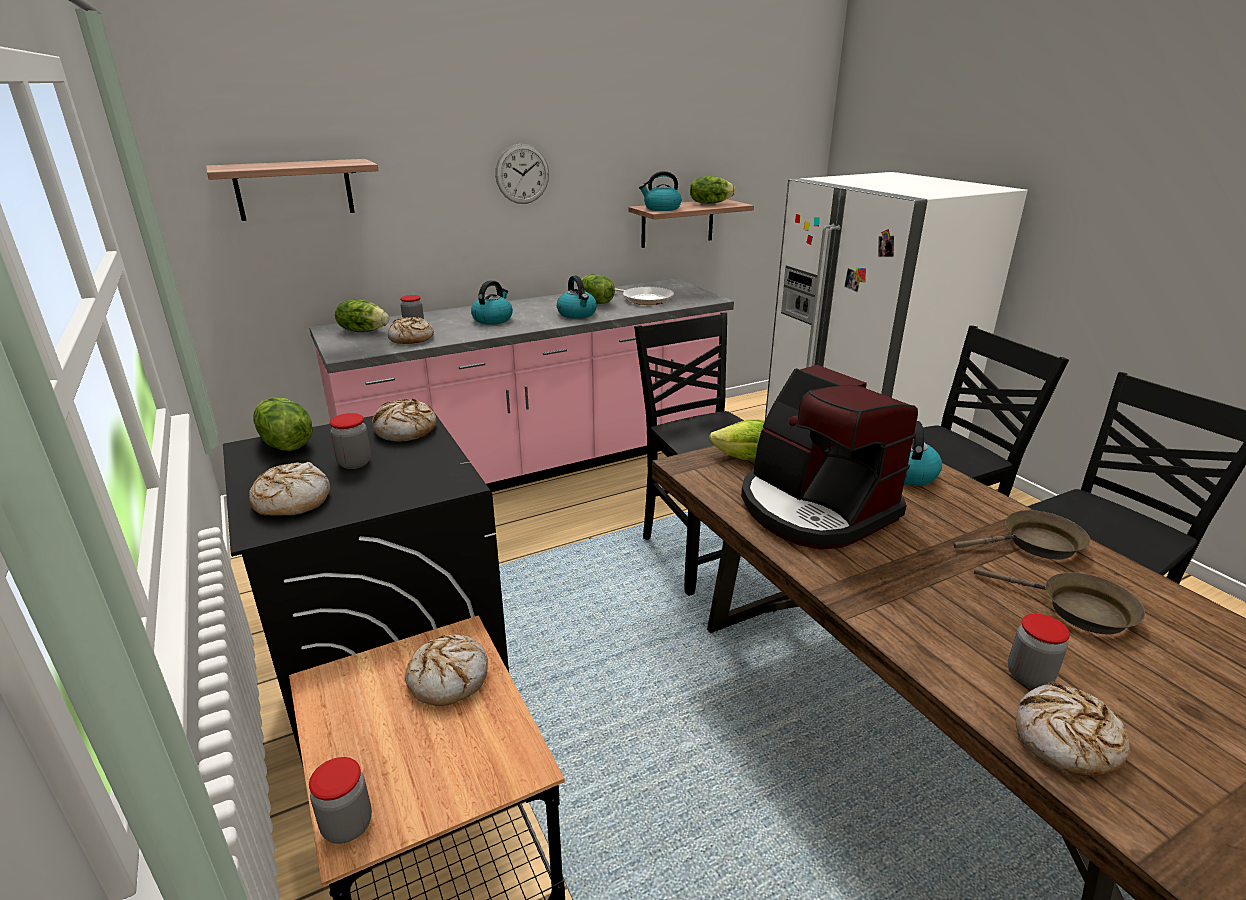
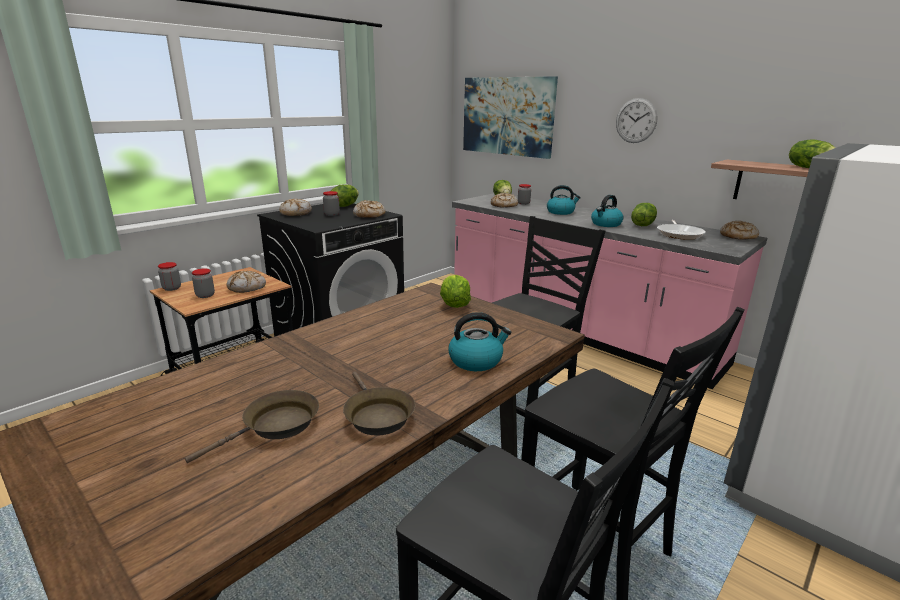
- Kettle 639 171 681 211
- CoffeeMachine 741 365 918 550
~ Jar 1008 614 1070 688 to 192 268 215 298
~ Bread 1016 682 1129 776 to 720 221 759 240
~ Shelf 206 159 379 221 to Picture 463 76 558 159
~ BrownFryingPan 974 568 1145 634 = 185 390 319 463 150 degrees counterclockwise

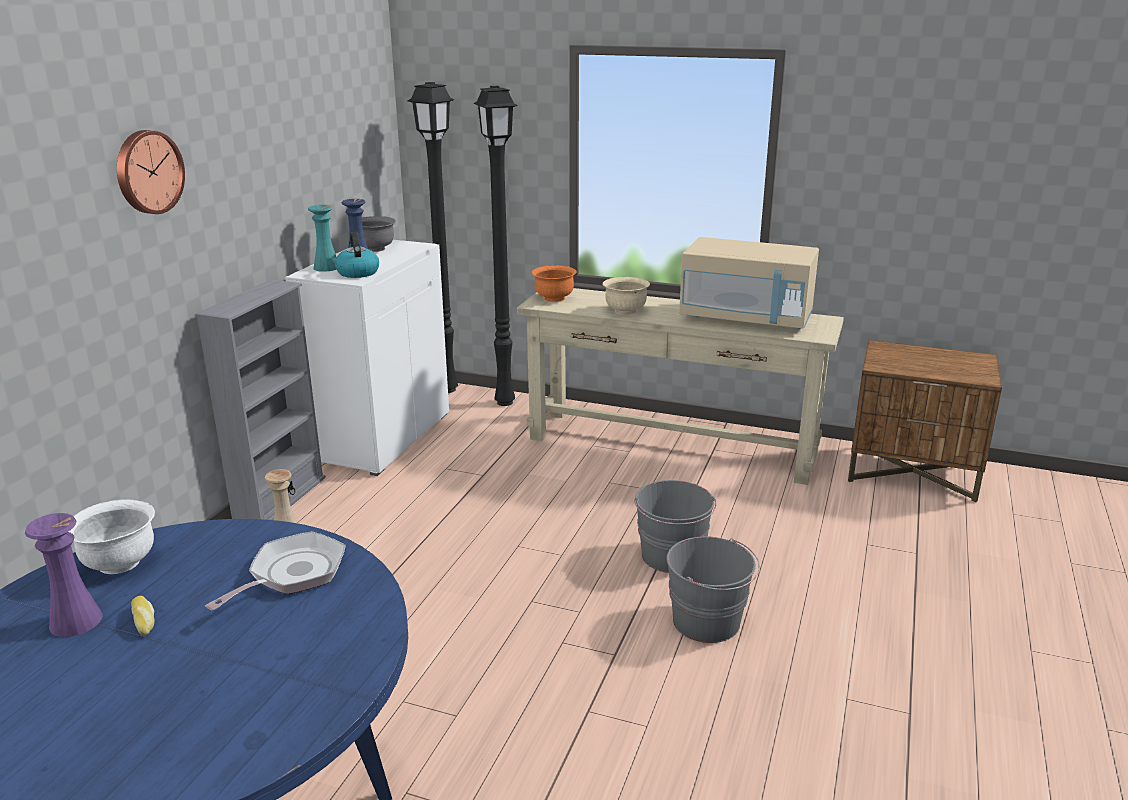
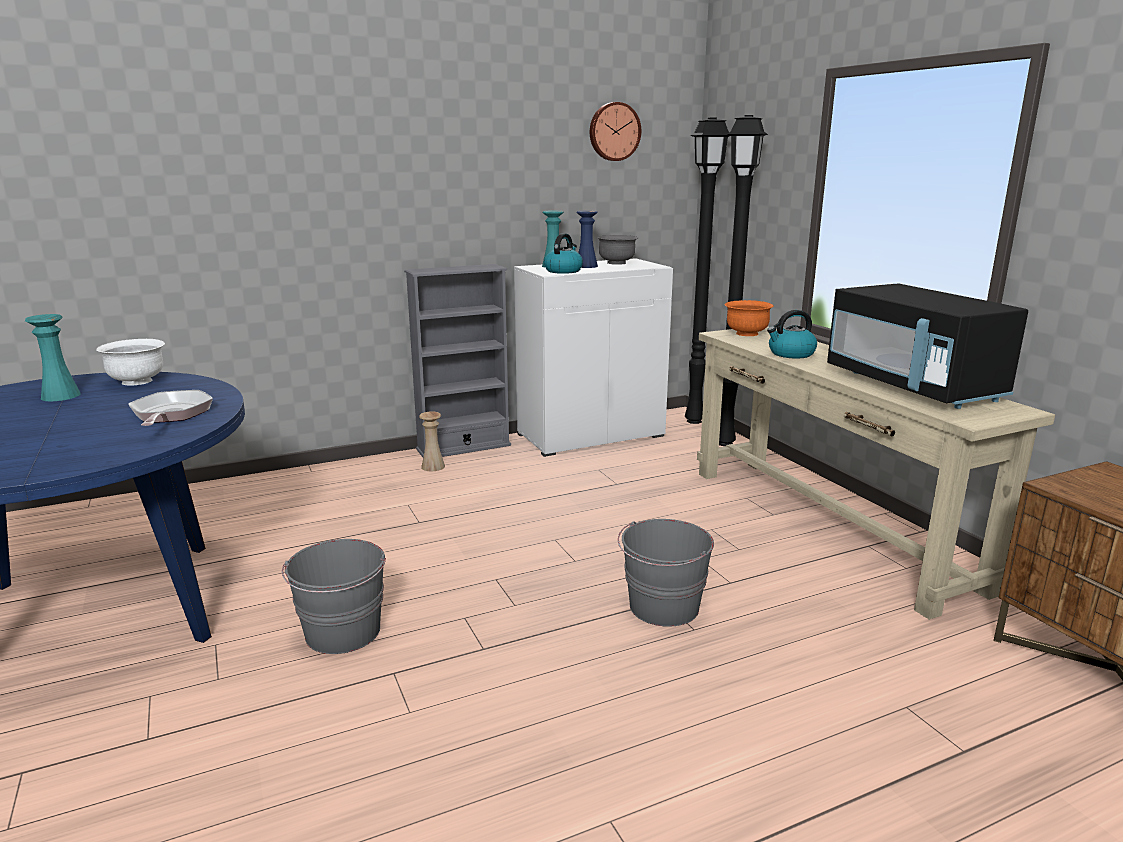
- Bread 131 596 155 636
~ WallClock 117 130 185 214 to 590 102 641 161
~ GreyBucket 666 536 760 643 to 282 539 386 654
~ BeigeBowl 602 277 650 315 to Kettle 767 310 817 359
~ PurpleVase 25 513 103 637 to TurquoiseVase 25 314 81 401
~ BeigeMicrowave 679 237 819 330 to BlackMicrowave 827 283 1028 409
~ FryingPan 205 531 346 610 = 128 390 213 426 90 degrees counterclockwise

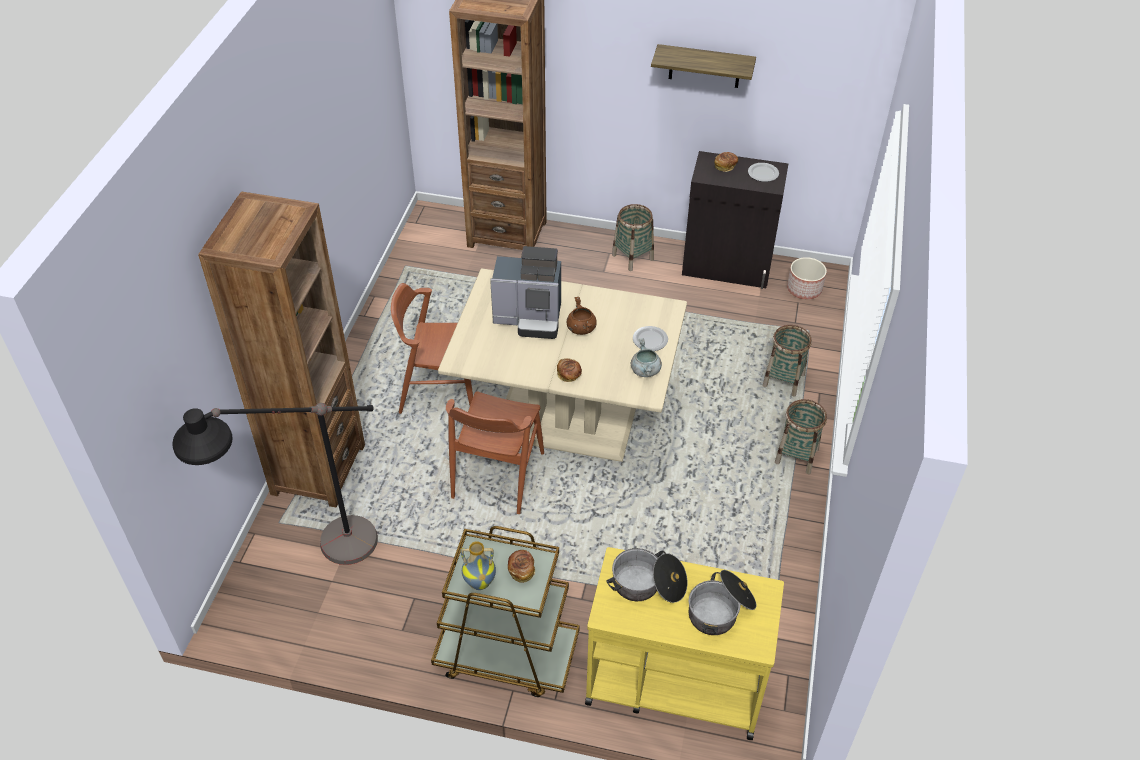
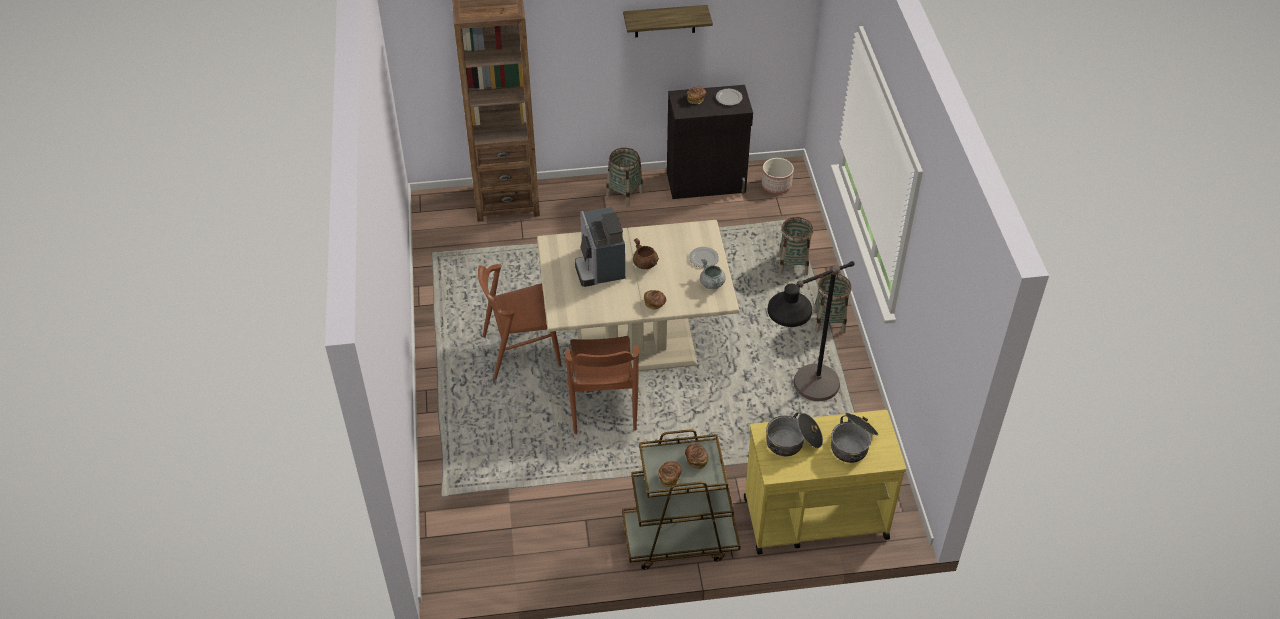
- BrownBookcase 198 191 365 508
~ BlackFloorLamp 172 403 378 565 to 768 261 855 401
~ Vase 460 541 496 590 to Bread 658 461 681 487
~ CoffeeMachine 490 246 561 339 = 575 207 625 287 90 degrees clockwise

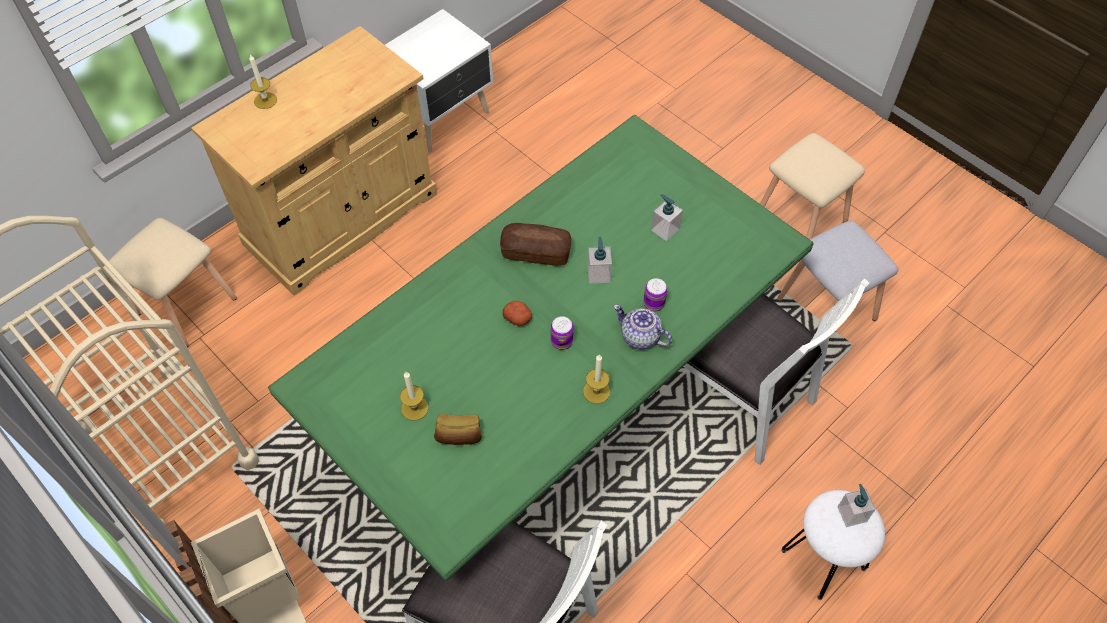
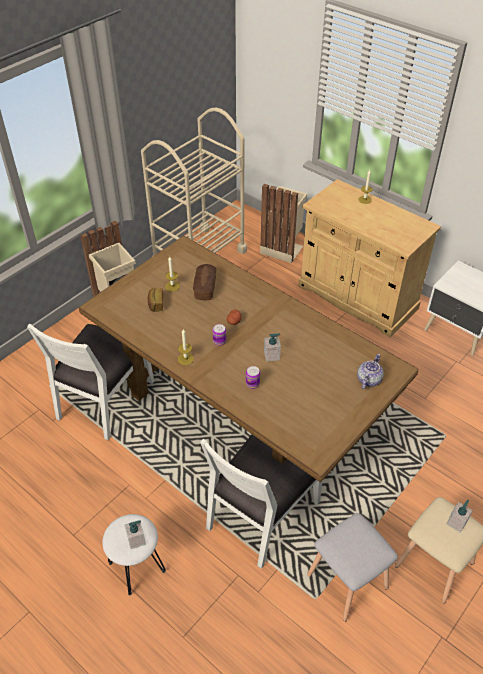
~ Bread 500 223 571 266 to 193 264 216 300
~ Teapot 613 304 672 350 to 357 354 384 389
~ SoapDispenser 651 194 683 241 to 447 500 473 533
~ BeigeStool 109 218 237 347 to BeigeTrashCan 260 184 307 263
~ GreenDiningTable 268 115 814 581 to BrownDiningTable 79 236 419 482

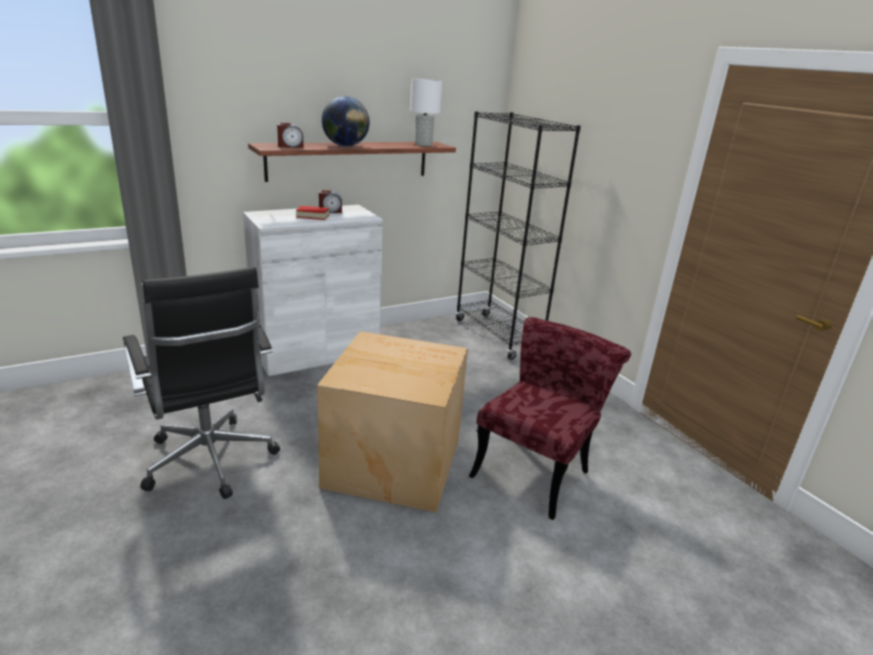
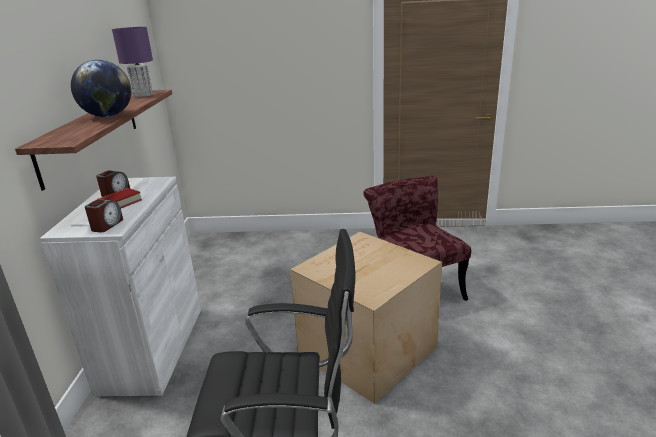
- BlackBookcase 456 111 581 360
~ AlarmClock 277 123 304 148 to 85 199 123 232
~ WhiteTableLamp 410 78 443 146 to PurpleTableLamp 112 27 153 97

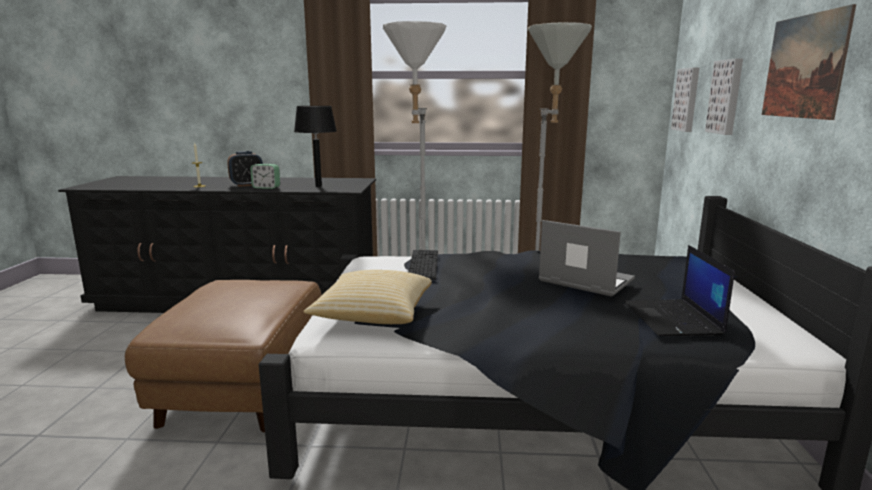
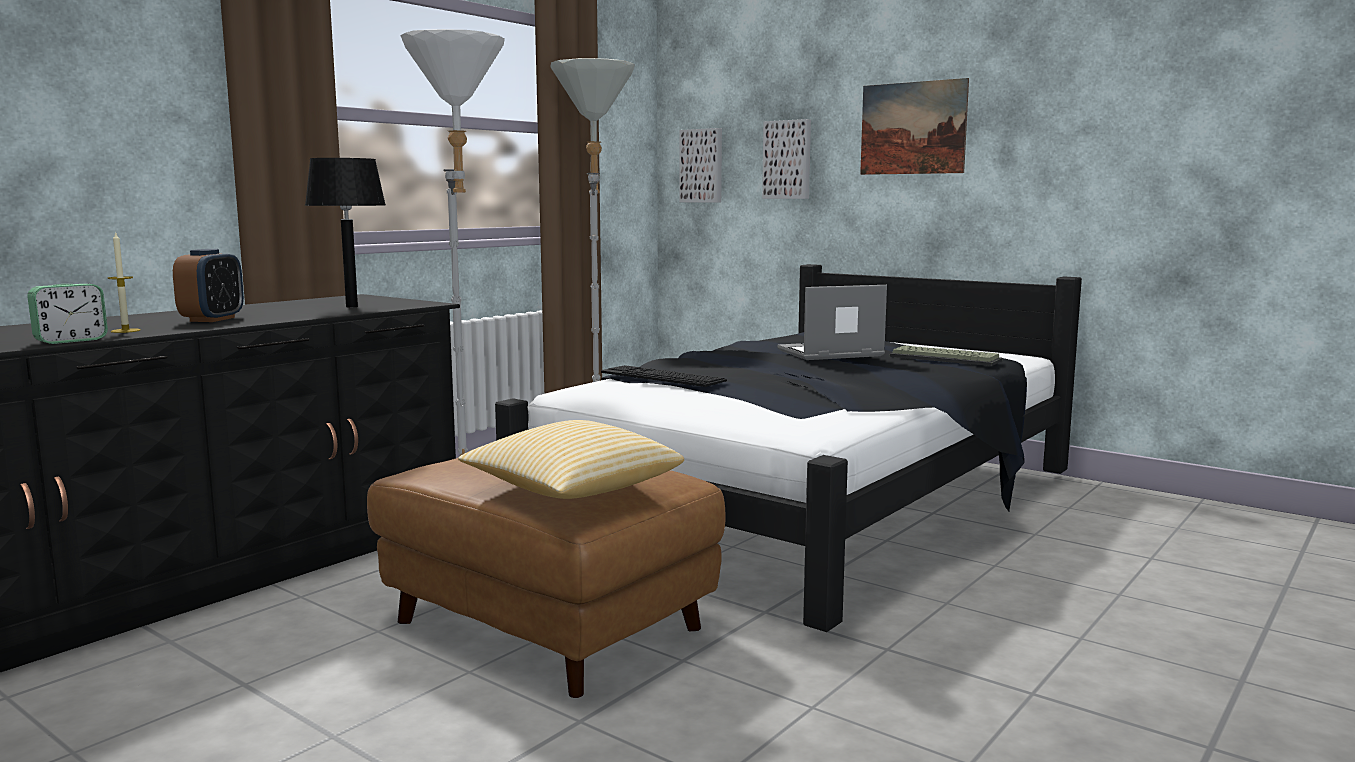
~ AlarmClock 250 164 280 189 to 27 284 108 344
~ Pillow 304 270 432 324 to 458 420 684 499
~ Laptop 625 245 735 336 to Keyboard 890 345 1002 366

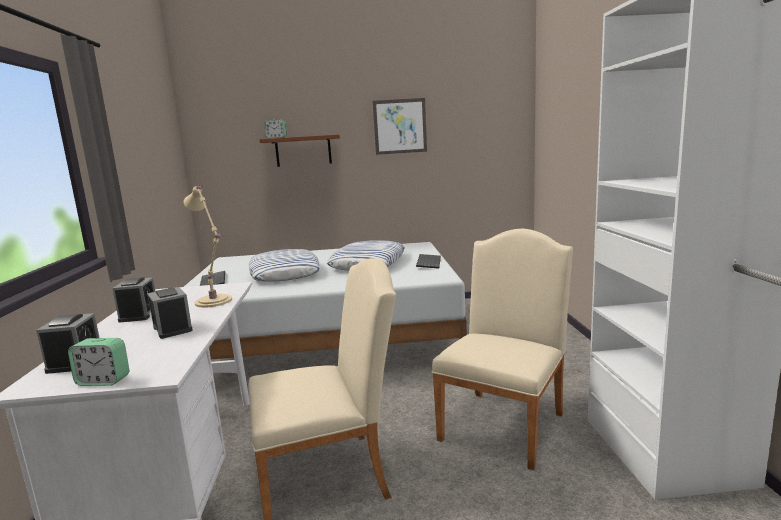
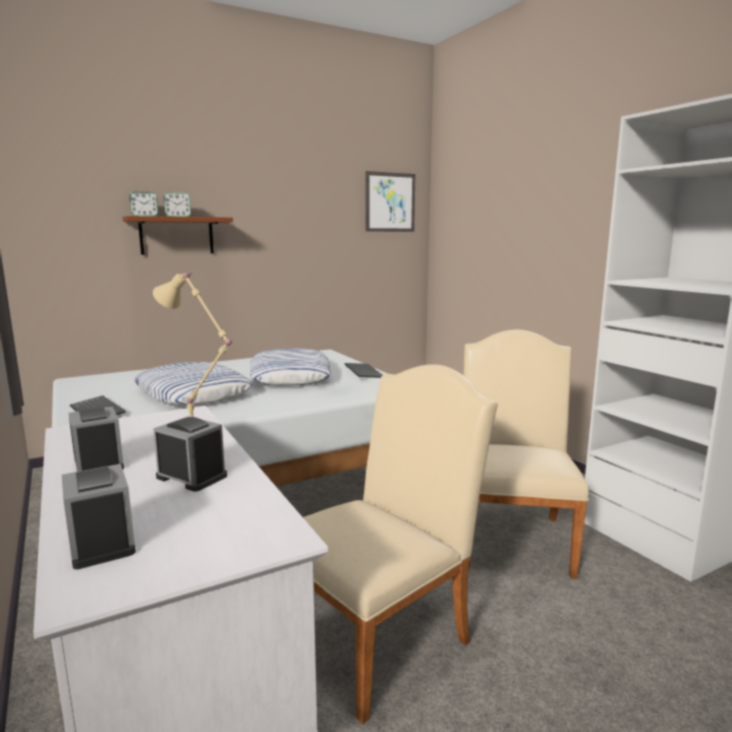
~ AlarmClock 68 338 129 386 to 164 192 191 217
~ Picture 373 98 427 155 to 366 171 415 232

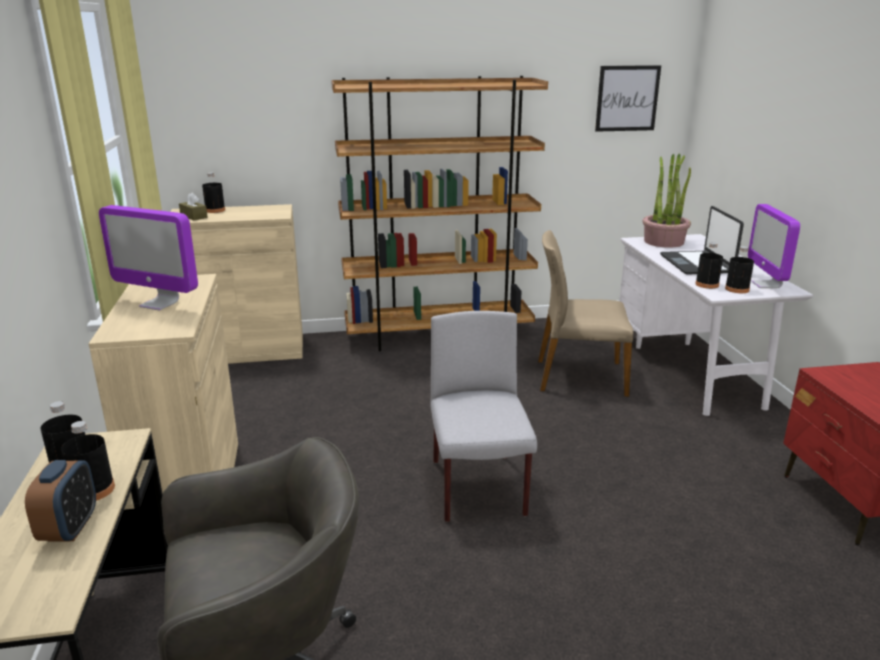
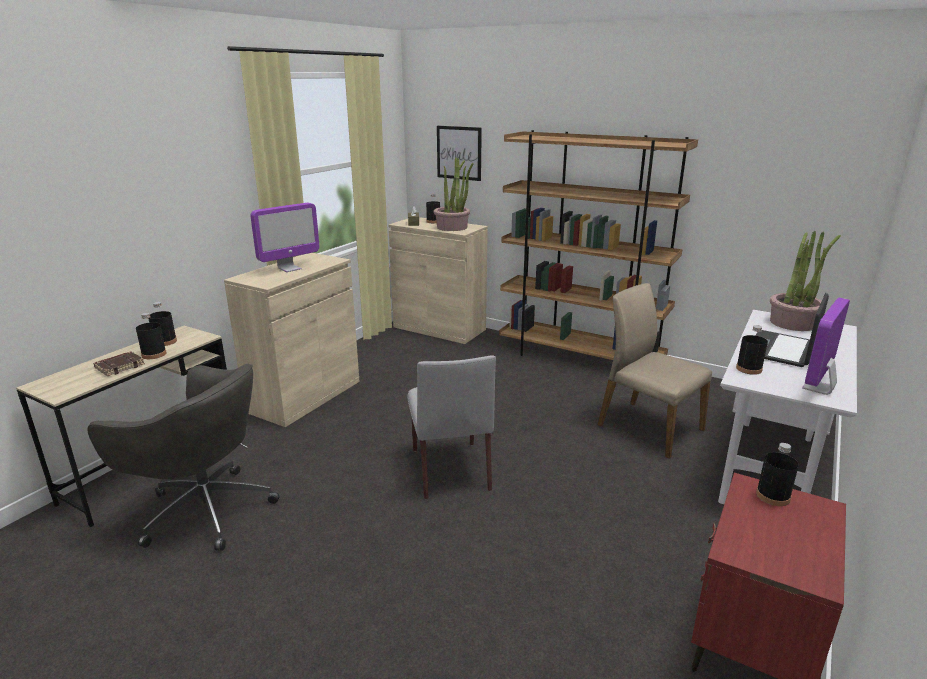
+ PottedPlant 434 157 474 231
~ Picture 595 65 661 132 to 437 126 482 181
~ BlackBottle 725 246 754 293 to 756 443 799 506
~ AlarmClock 25 460 96 542 to BrownBook 94 351 145 376
~ Monitor 99 205 198 311 = 250 203 320 272 105 degrees counterclockwise
~ GreyChair 430 311 537 522 = 407 355 496 499 135 degrees clockwise

